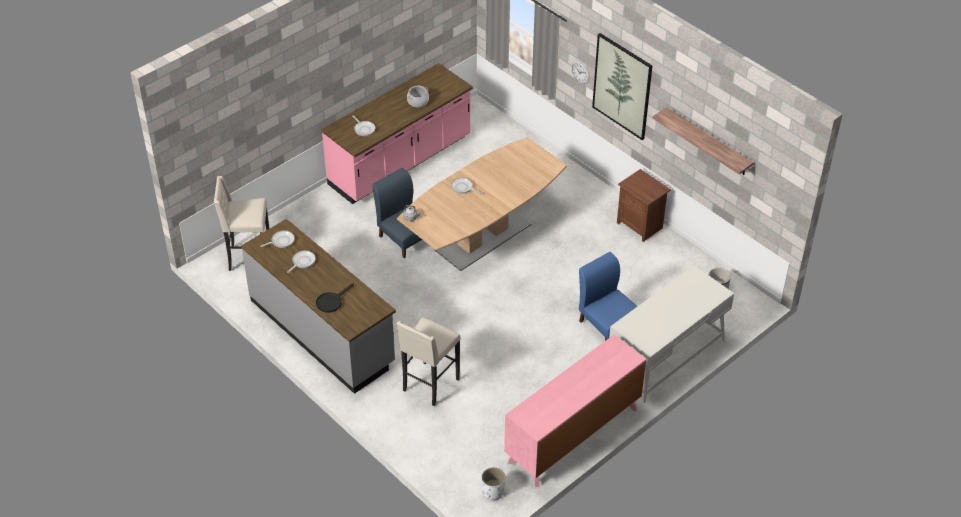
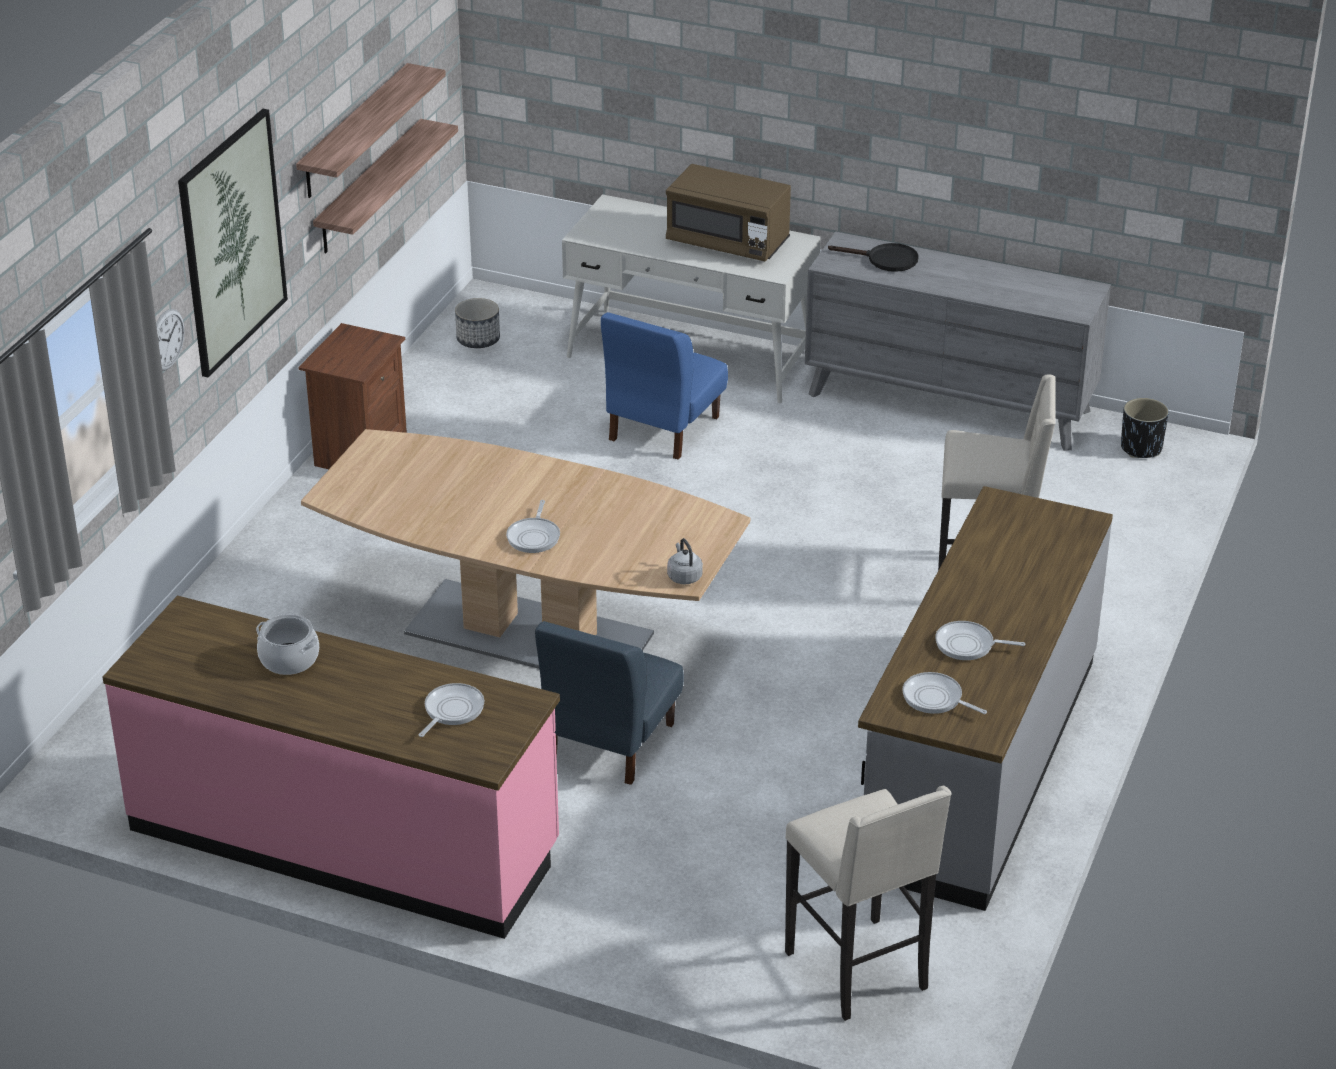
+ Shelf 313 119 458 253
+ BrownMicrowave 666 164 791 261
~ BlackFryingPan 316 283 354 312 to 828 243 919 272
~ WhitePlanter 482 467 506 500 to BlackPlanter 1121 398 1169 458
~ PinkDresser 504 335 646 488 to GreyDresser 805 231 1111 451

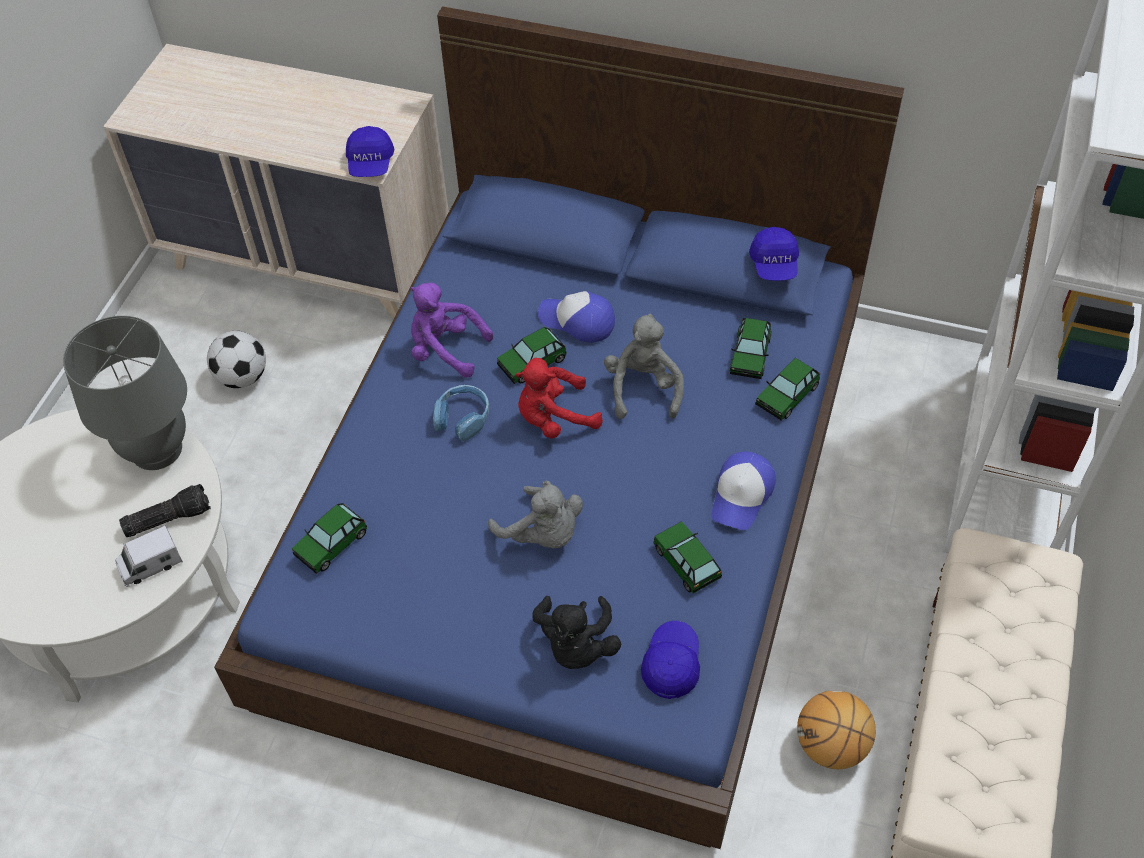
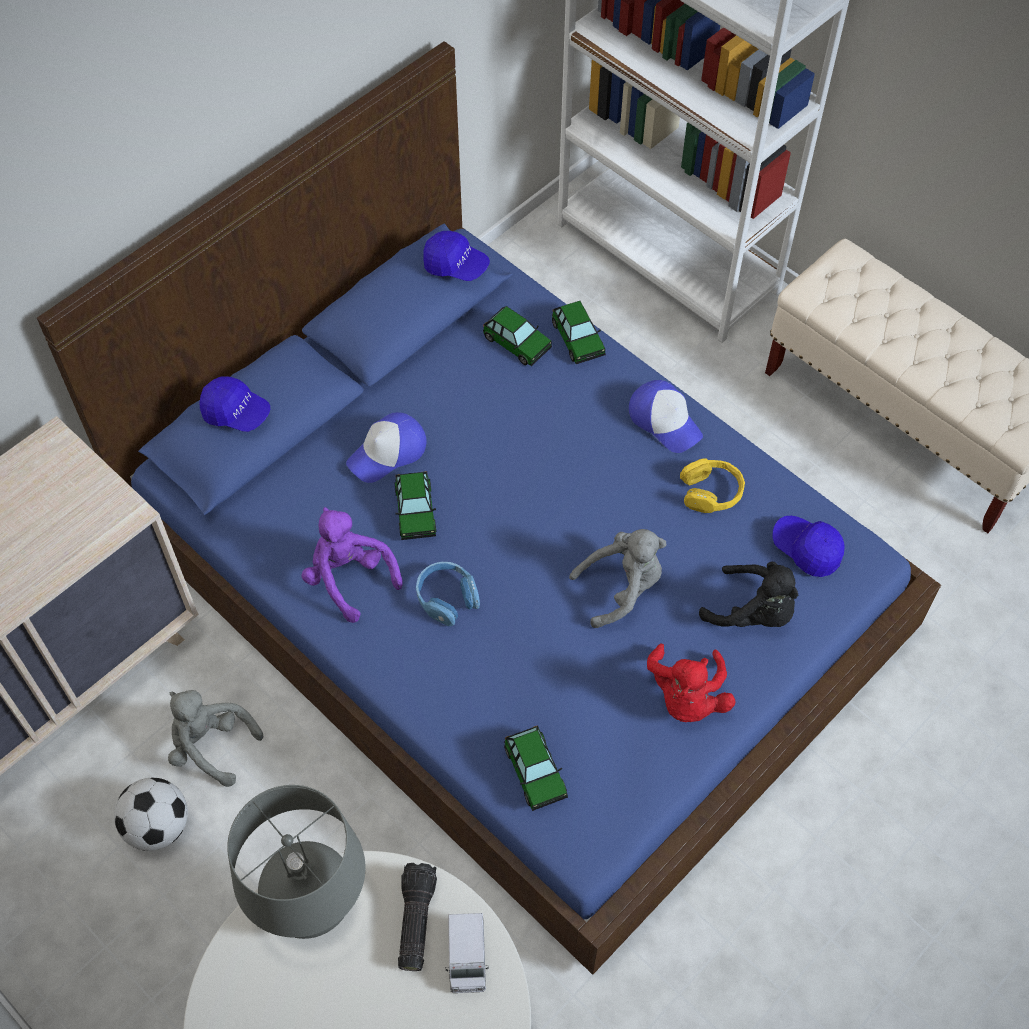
- Basketball 797 690 876 769
~ BlueCap 346 126 394 177 to 199 376 270 432
~ RedPlushToy 515 358 603 439 to 647 644 736 722
~ GreyPlushToy 604 313 684 419 to 168 690 263 787
~ ToyCar 653 521 722 593 to YellowHeadphones 680 459 745 513
~ PurplePlushToy 410 283 493 378 = 301 507 403 623 90 degrees clockwise

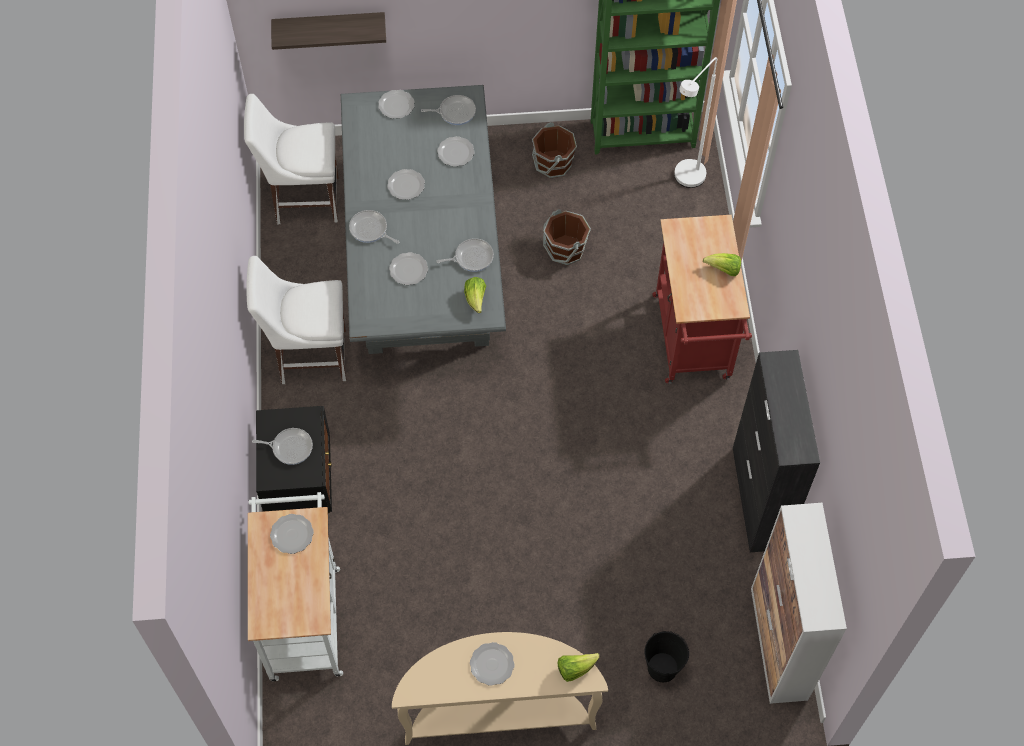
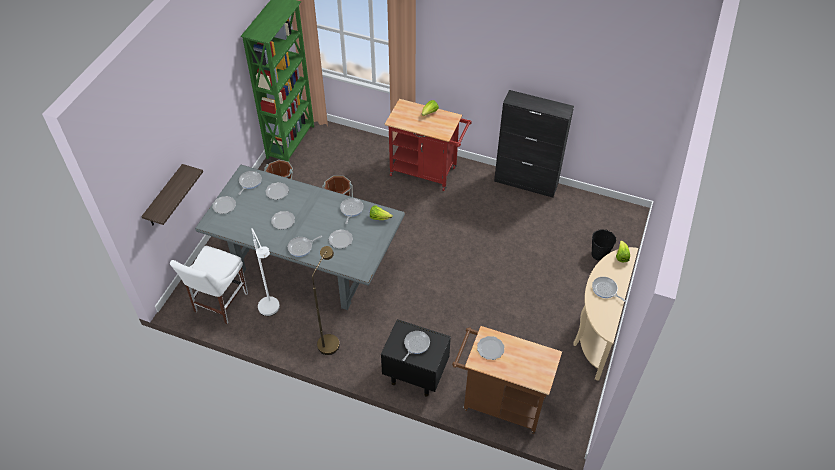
- Cabinet 751 503 847 704
~ WhiteFloorLamp 674 57 717 188 to 251 228 280 316
~ WhiteChair 246 256 347 384 to BrownFloorLamp 312 246 340 355
~ Plate 470 642 515 686 to FryingPan 592 277 626 302
~ WhiteCart 248 492 343 681 to BrownCart 452 326 562 434

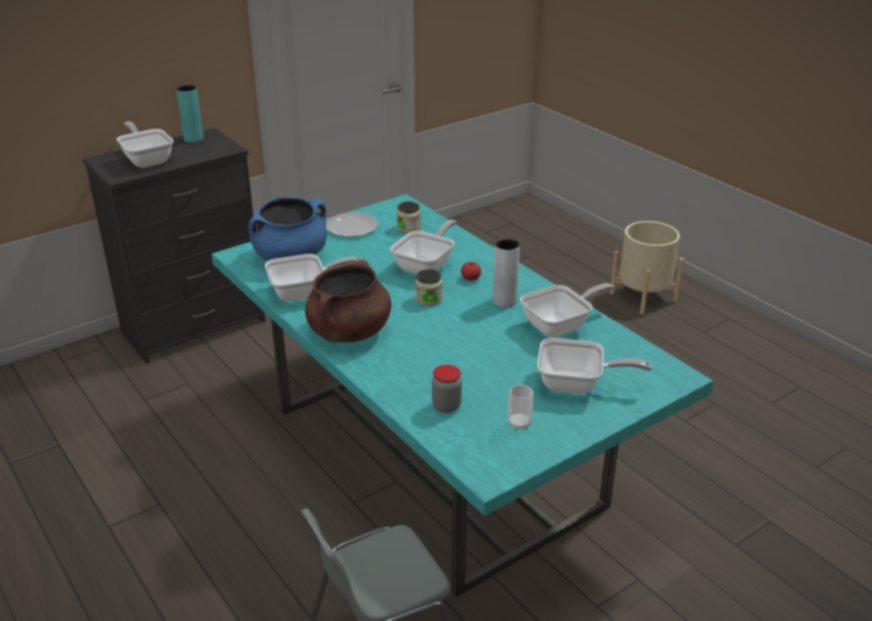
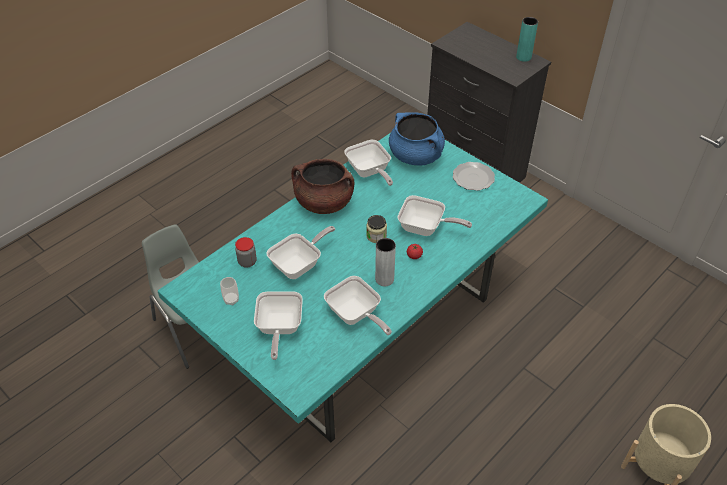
- Jar 397 201 421 233
~ FryingPan 117 121 174 168 to 266 226 335 279

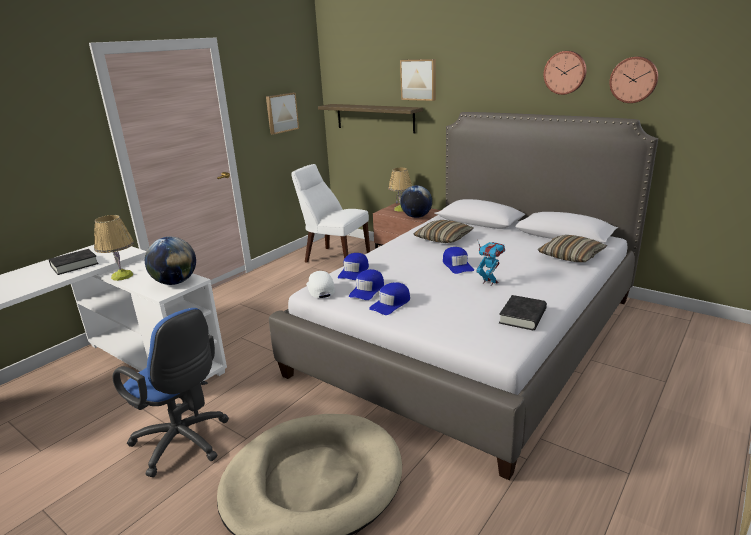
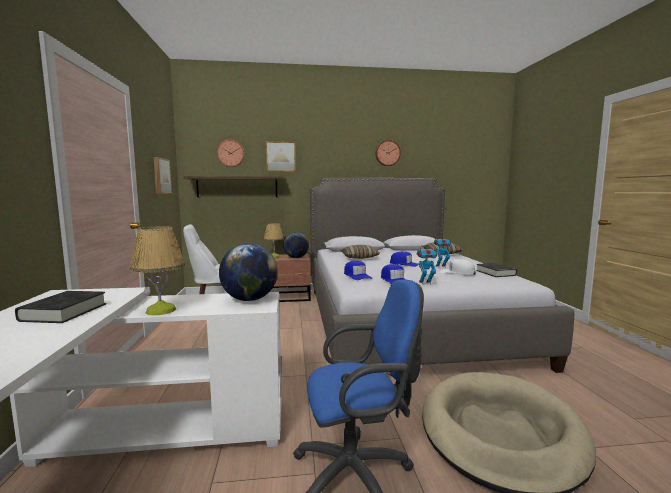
~ WhiteCap 306 271 335 298 to 440 259 476 275
~ WallClock 609 56 658 103 to 217 140 245 167
~ BlueCap 369 282 410 315 to ToyRobot 416 244 438 285

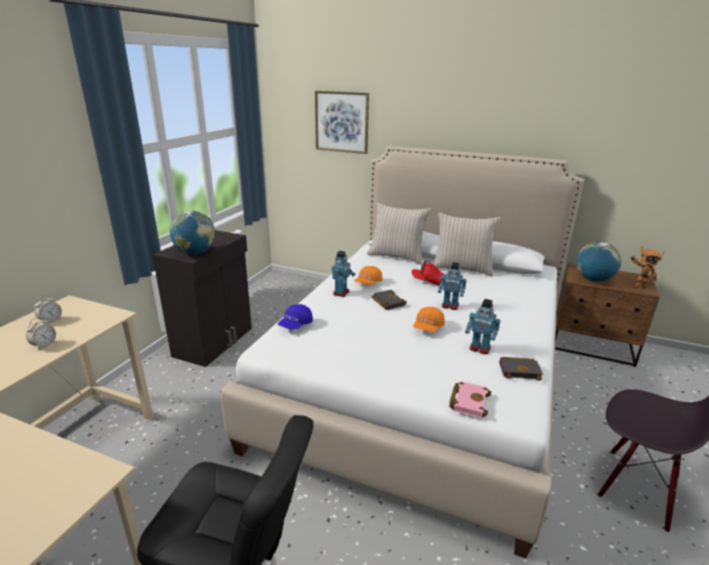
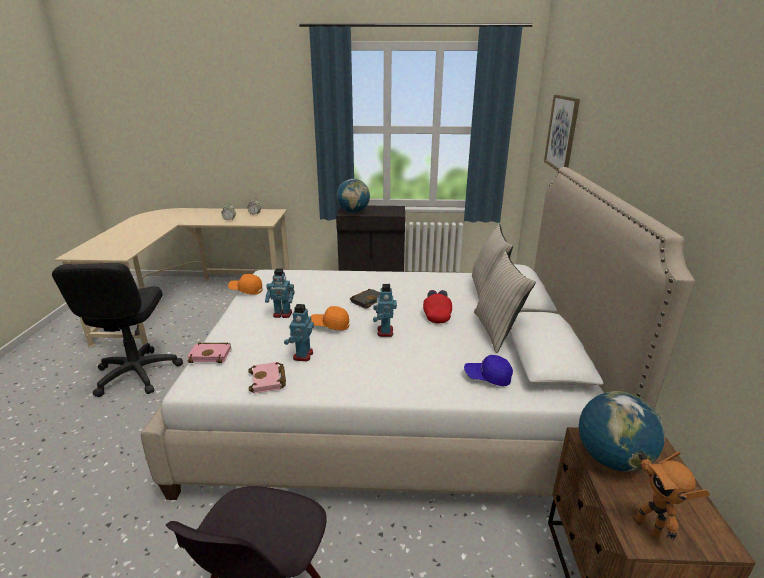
~ BlueCap 278 304 313 330 to 464 355 513 386
~ ToyRobot 331 251 355 297 to 265 268 294 318
~ OrangeCap 354 266 382 285 to 228 274 262 295
~ BlackBook 499 357 543 381 to PinkBook 248 362 286 393

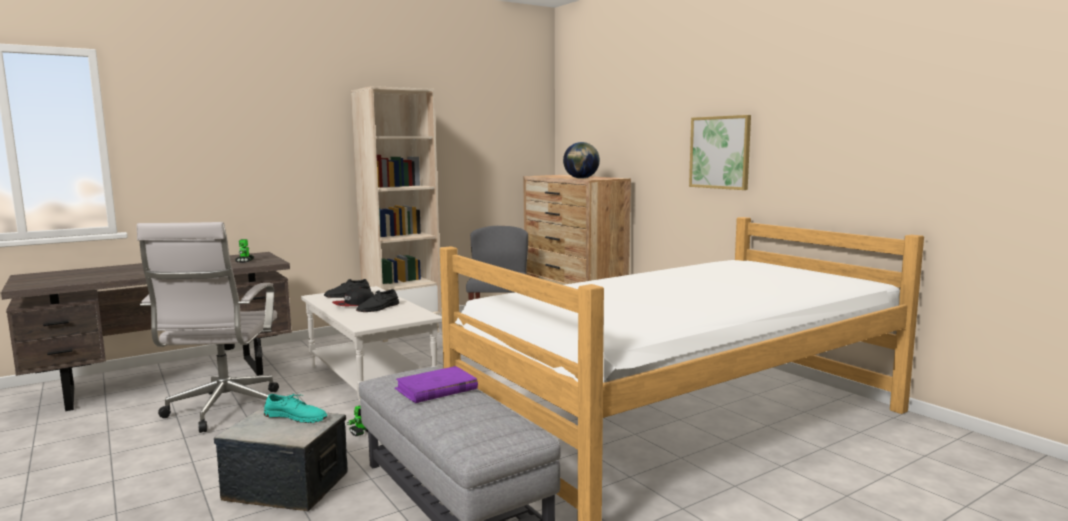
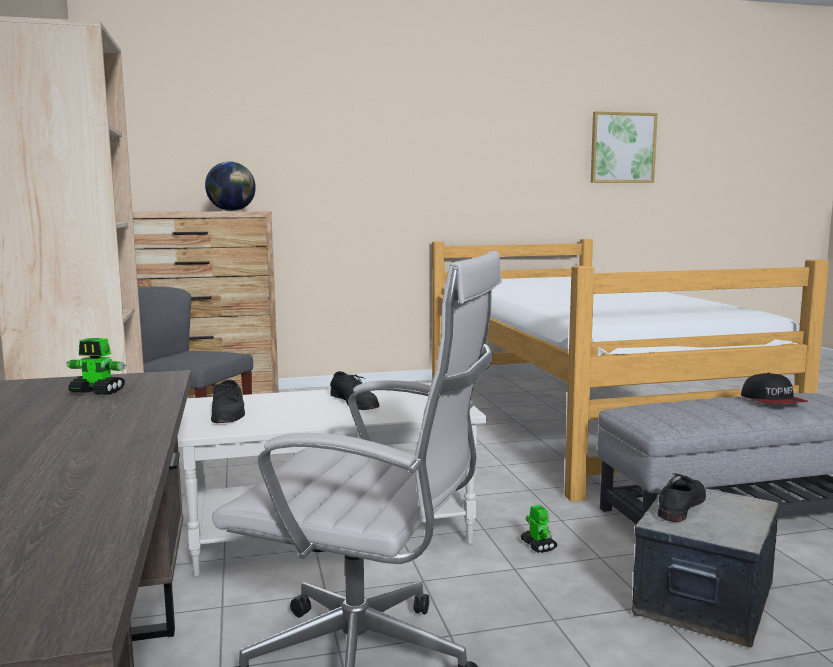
- PurpleBook 395 366 478 403
~ Cap 332 288 374 306 to 741 372 808 404
~ Picture 689 115 751 190 to 591 111 658 183
~ TurquoiseShoe 264 394 327 423 to BlackShoe 658 473 706 522

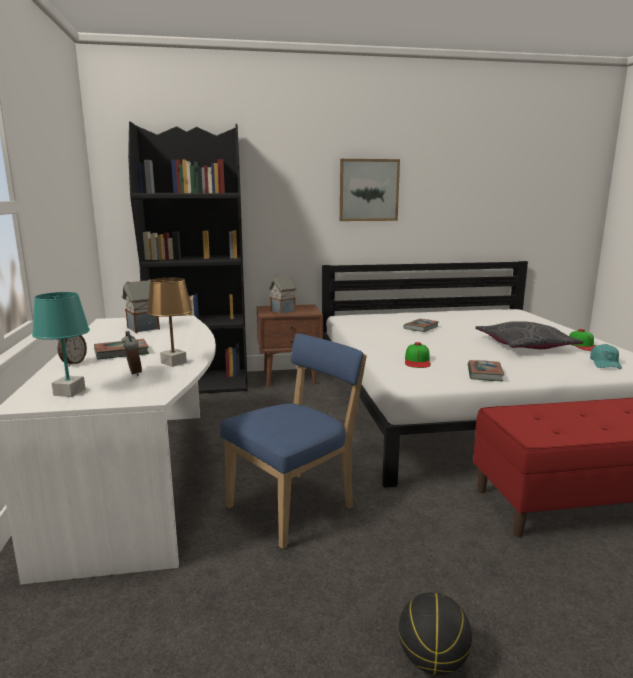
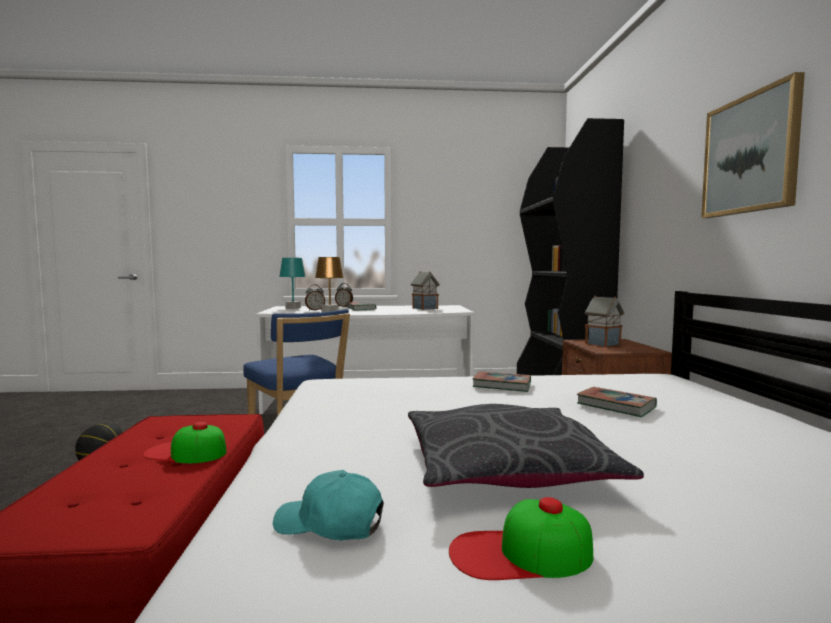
~ Cap 405 342 431 368 to 143 422 227 463
~ Book 468 360 504 381 to 473 371 531 392

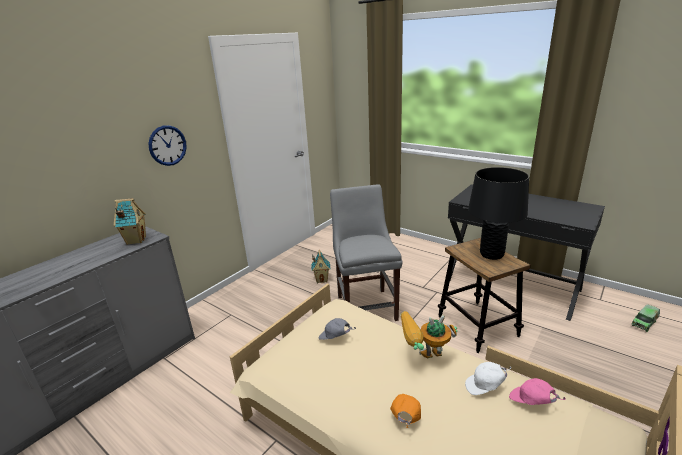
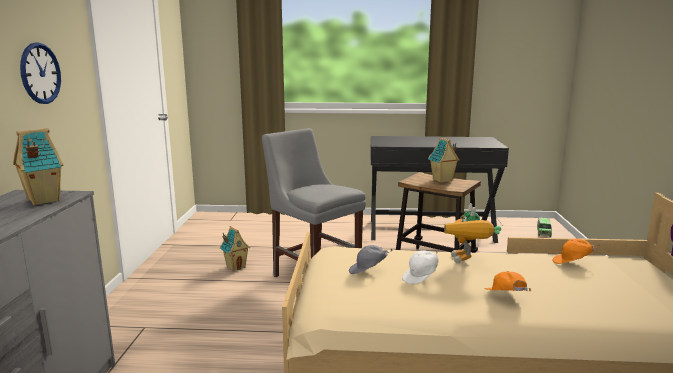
~ WhiteCap 465 362 511 395 to 402 250 439 284
~ BlackTableLamp 468 167 529 260 to ToyHouse 428 137 460 183
~ PinkCap 509 378 566 405 to OrangeCap 552 238 600 264
~ ToyRobot 400 311 458 358 = 444 203 501 263 45 degrees counterclockwise

